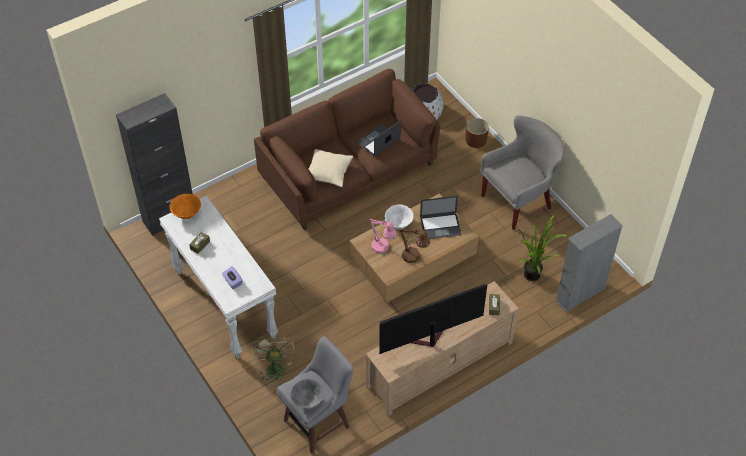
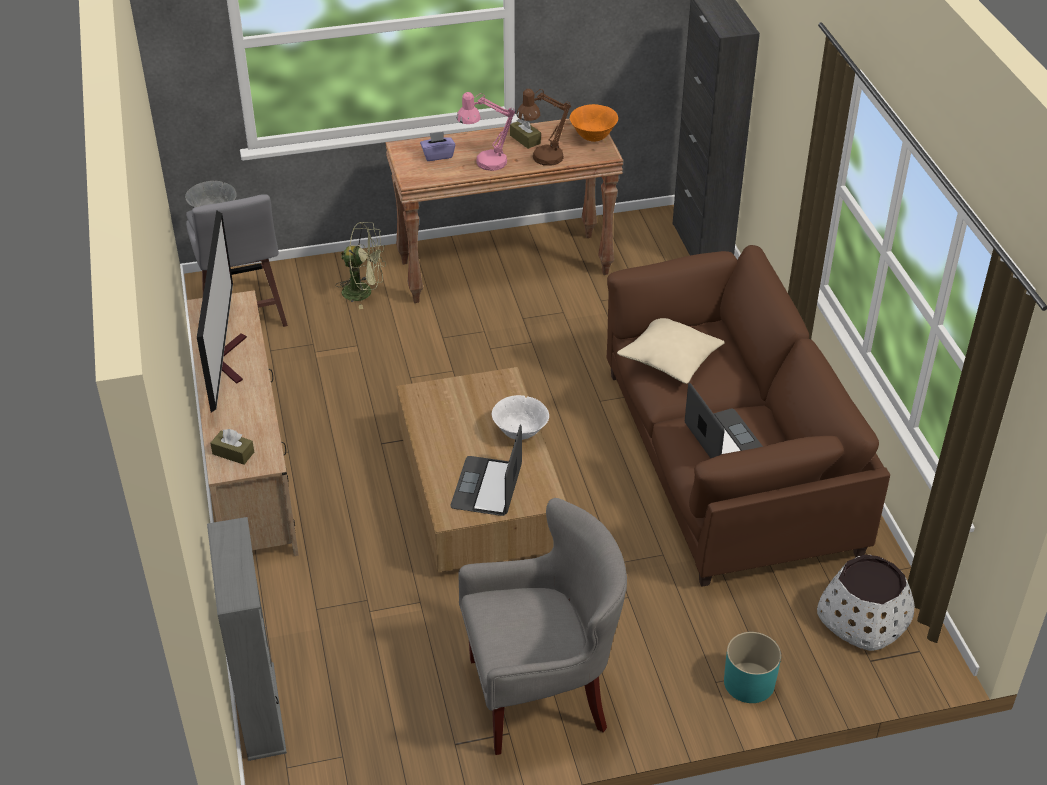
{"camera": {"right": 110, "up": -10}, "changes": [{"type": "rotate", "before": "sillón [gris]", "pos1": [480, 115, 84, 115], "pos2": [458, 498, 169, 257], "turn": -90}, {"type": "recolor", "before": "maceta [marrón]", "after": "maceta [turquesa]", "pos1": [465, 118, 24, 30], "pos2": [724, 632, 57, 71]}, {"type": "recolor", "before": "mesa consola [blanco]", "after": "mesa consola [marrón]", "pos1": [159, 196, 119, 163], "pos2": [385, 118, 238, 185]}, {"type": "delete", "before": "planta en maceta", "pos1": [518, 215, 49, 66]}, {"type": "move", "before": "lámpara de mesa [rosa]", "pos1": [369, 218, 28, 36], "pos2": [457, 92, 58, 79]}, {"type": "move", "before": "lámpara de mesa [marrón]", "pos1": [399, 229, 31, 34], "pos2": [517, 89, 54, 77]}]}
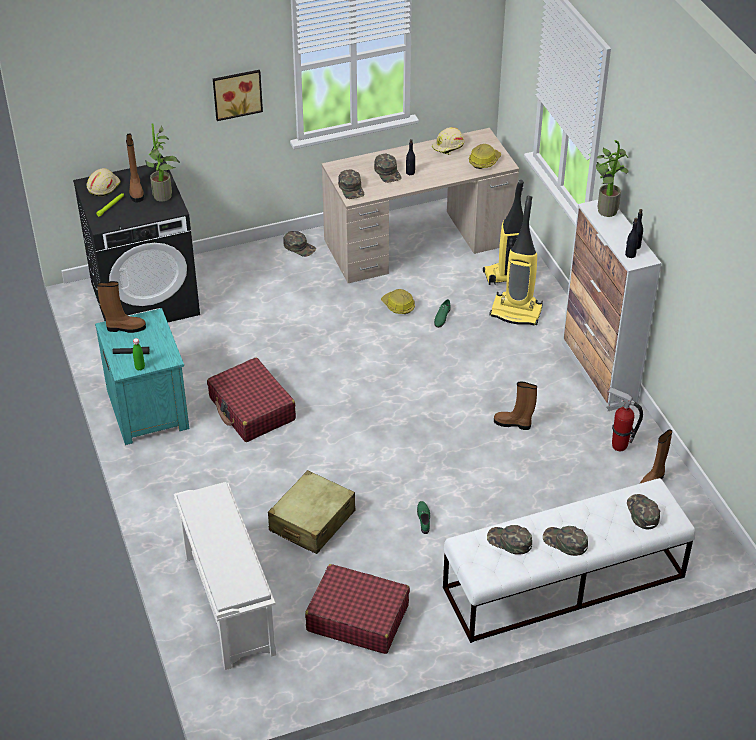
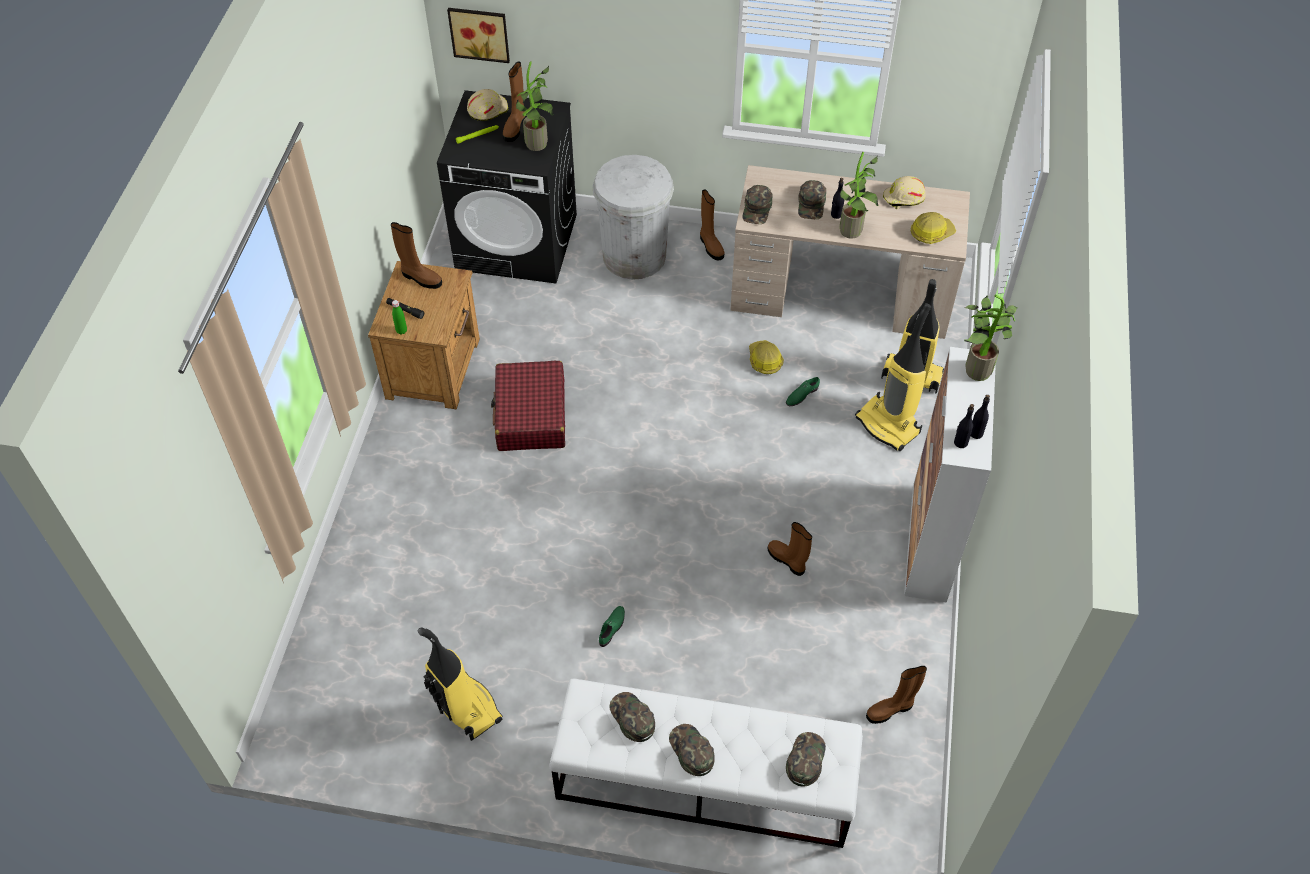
{"camera": {"right": 30, "up": 10}, "changes": [{"type": "move", "before": "cuadro", "pos1": [213, 70, 50, 51], "pos2": [447, 8, 63, 55]}, {"type": "replace", "before": "gorra [verde]", "after": "bota [marrón]", "pos1": [283, 231, 33, 26], "pos2": [700, 189, 24, 72]}, {"type": "recolor", "before": "mesita de noche [turquesa]", "after": "mesita de noche [marrón]", "pos1": [95, 308, 94, 137], "pos2": [368, 261, 112, 149]}, {"type": "delete", "before": "extintor", "pos1": [606, 387, 37, 64]}, {"type": "delete", "before": "maleta [beis]", "pos1": [268, 470, 87, 84]}, {"type": "delete", "before": "zapatero [blanco]", "pos1": [174, 482, 102, 188]}, {"type": "replace", "before": "maleta [rojo]", "after": "aspiradora", "pos1": [305, 564, 105, 90], "pos2": [418, 628, 85, 113]}, {"type": "insert", "after": "planta en maceta", "pos2": [840, 152, 38, 87]}, {"type": "insert", "after": "papelera [blanco]", "pos2": [592, 155, 82, 125]}]}
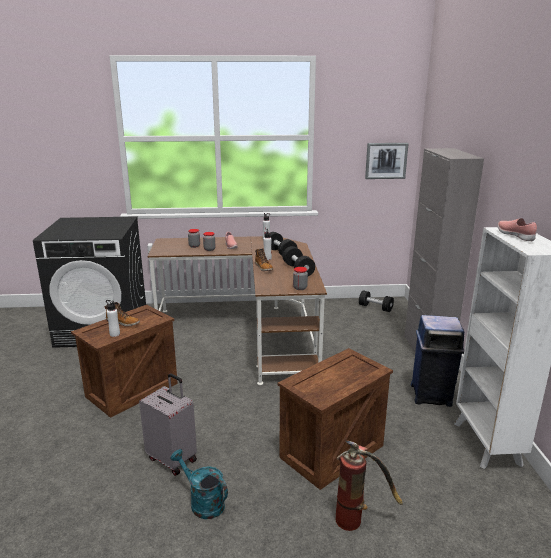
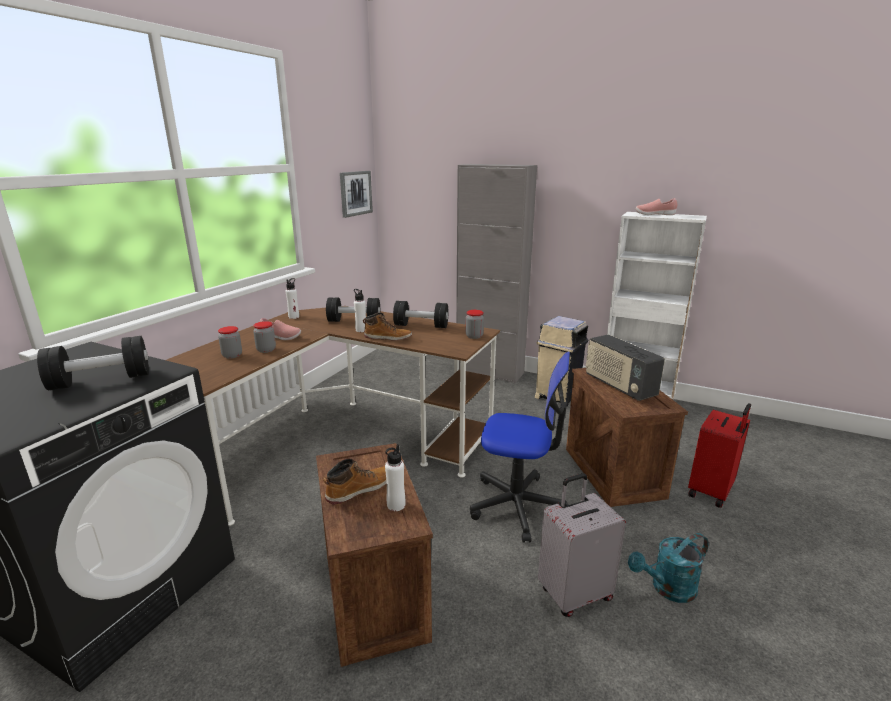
{"camera": {"right": -60, "up": 0}, "changes": [{"type": "move", "before": "mancuerna [negro]", "pos1": [359, 290, 35, 22], "pos2": [37, 336, 112, 54]}, {"type": "recolor", "before": "papelera [azul]", "after": "papelera [beis]", "pos1": [411, 315, 53, 92], "pos2": [535, 316, 54, 91]}, {"type": "replace", "before": "extintor", "after": "maleta [rojo]", "pos1": [335, 441, 68, 90], "pos2": [688, 403, 63, 105]}, {"type": "insert", "after": "radio", "pos2": [586, 334, 79, 67]}, {"type": "insert", "after": "silla de oficina", "pos2": [470, 352, 100, 191]}]}
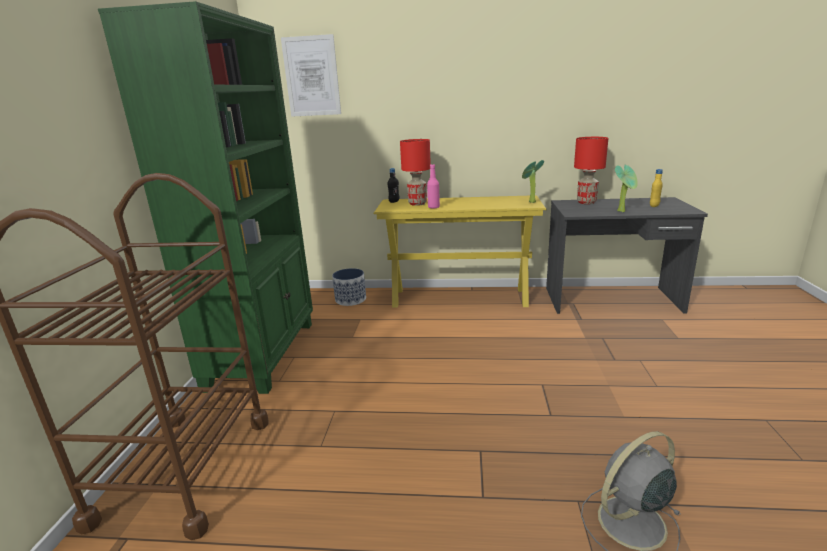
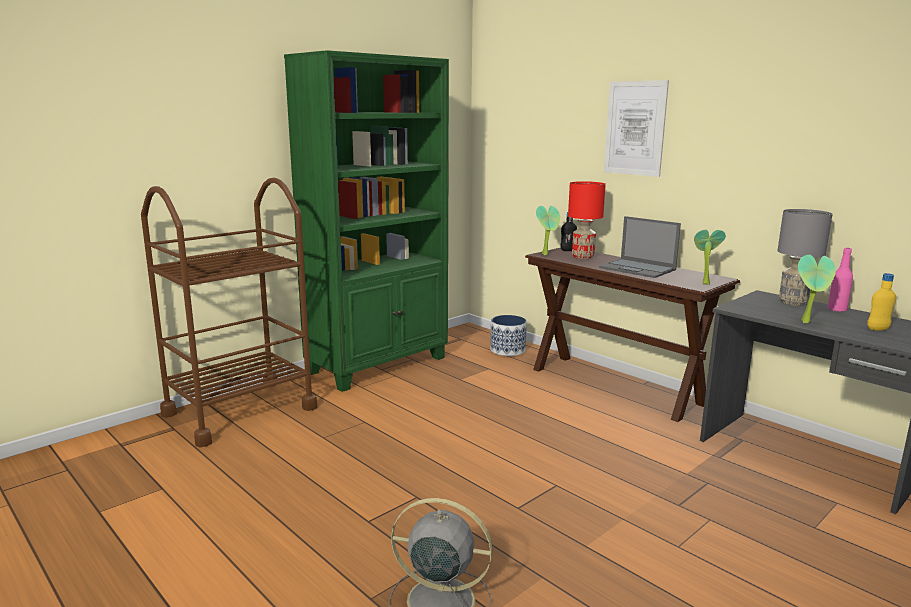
{"camera": {"right": 40, "up": -5}, "changes": [{"type": "move", "before": "cuadro", "pos1": [281, 34, 60, 83], "pos2": [604, 80, 65, 97]}, {"type": "recolor", "before": "lámpara de mesa [rojo]", "after": "lámpara de mesa [gris]", "pos1": [574, 137, 35, 67], "pos2": [778, 209, 54, 97]}, {"type": "move", "before": "botella [rosa]", "pos1": [427, 164, 13, 44], "pos2": [828, 248, 25, 64]}, {"type": "recolor", "before": "mesa consola [amarillo]", "after": "mesa consola [marrón]", "pos1": [373, 195, 173, 113], "pos2": [525, 248, 215, 174]}, {"type": "insert", "after": "planta en maceta", "pos2": [536, 206, 24, 49]}, {"type": "insert", "after": "portátil", "pos2": [599, 216, 82, 62]}]}
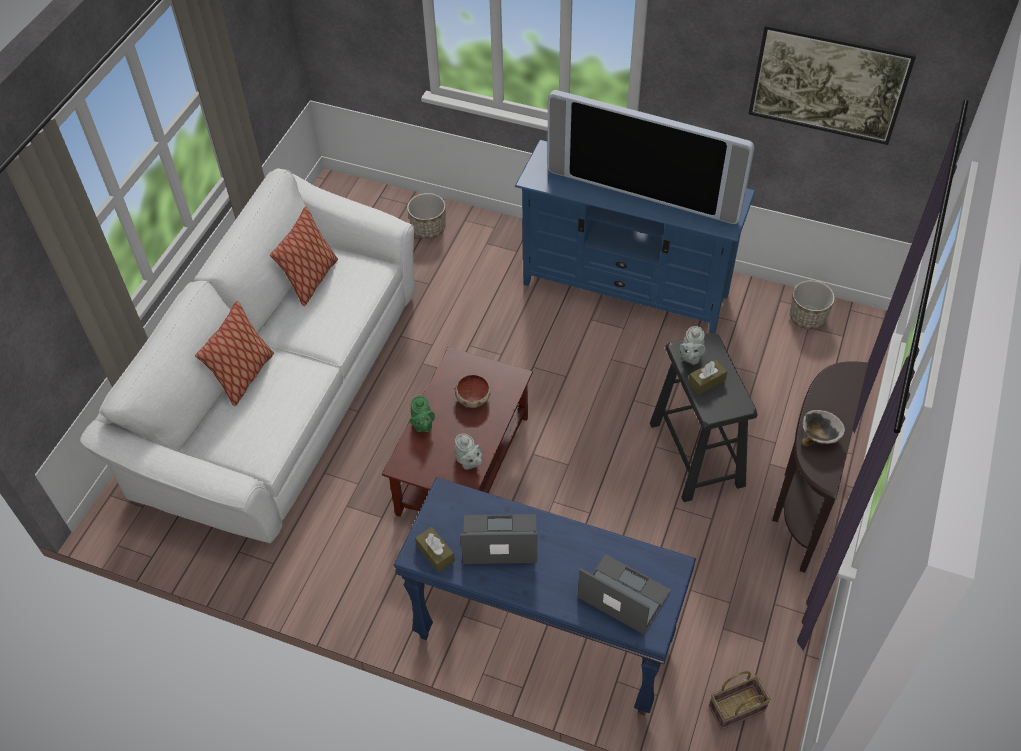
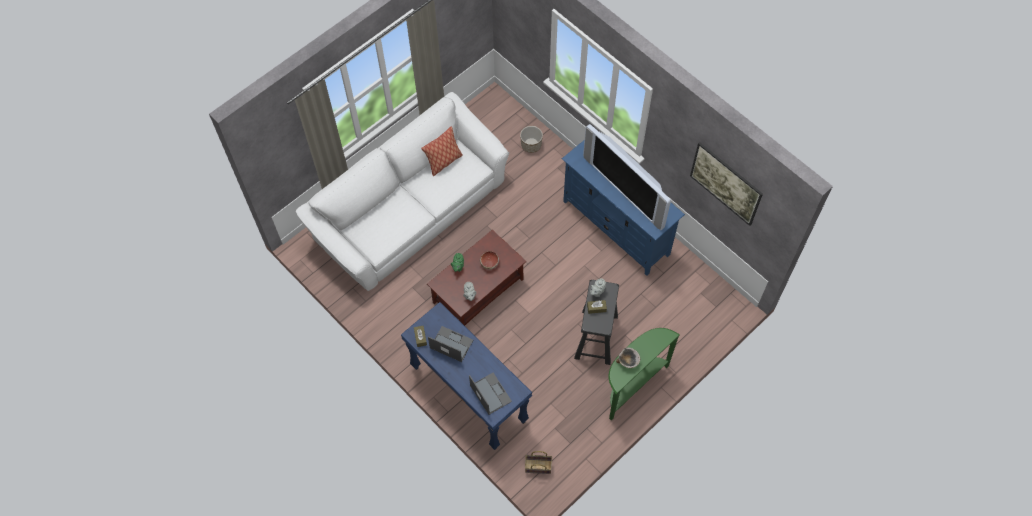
{"camera": {"right": 25, "up": 10}, "changes": [{"type": "delete", "before": "maceta", "pos1": [790, 280, 45, 49]}, {"type": "delete", "before": "cojín", "pos1": [195, 301, 79, 105]}, {"type": "recolor", "before": "mesa consola [marrón]", "after": "mesa consola [verde]", "pos1": [772, 361, 96, 212], "pos2": [608, 328, 72, 93]}]}
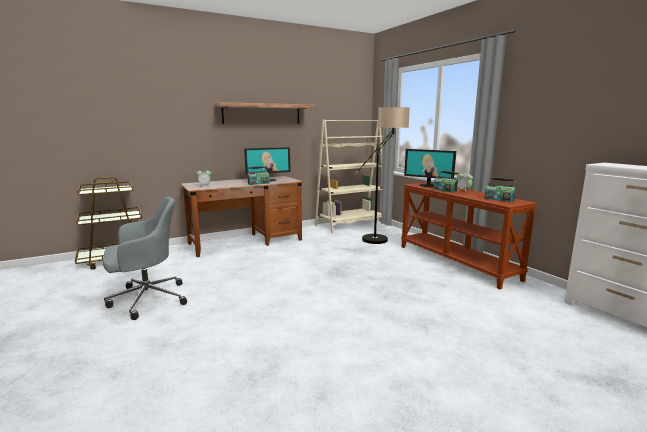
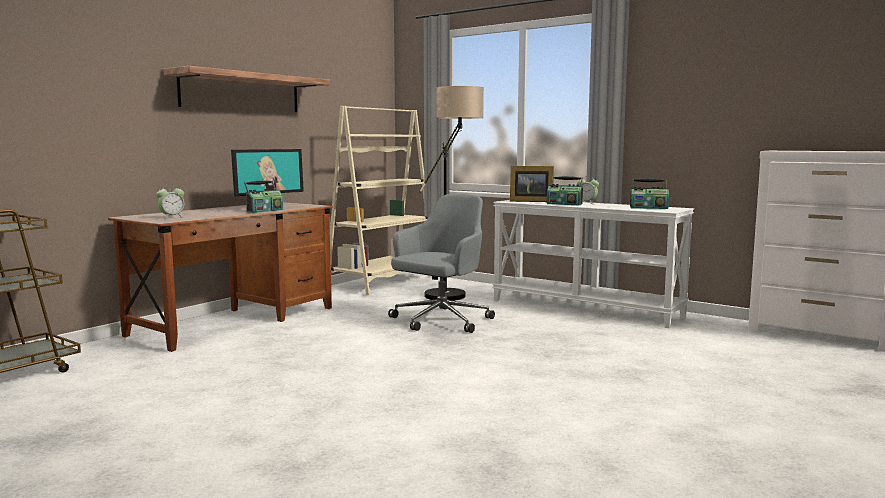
{"camera": {"right": -25, "up": -5}, "changes": [{"type": "replace", "before": "monitor", "after": "portarretratos", "pos1": [404, 149, 52, 38], "pos2": [510, 166, 44, 36]}, {"type": "recolor", "before": "mesa consola [marrón]", "after": "mesa consola [blanco]", "pos1": [401, 182, 136, 107], "pos2": [492, 200, 202, 129]}, {"type": "move", "before": "silla de oficina [gris]", "pos1": [103, 197, 84, 123], "pos2": [388, 194, 107, 139]}]}
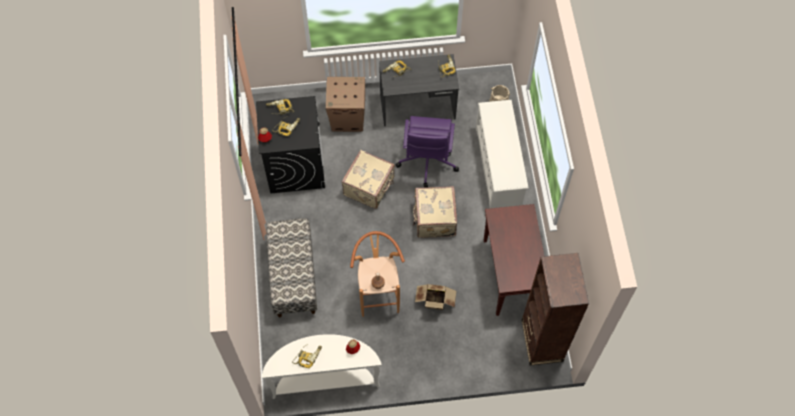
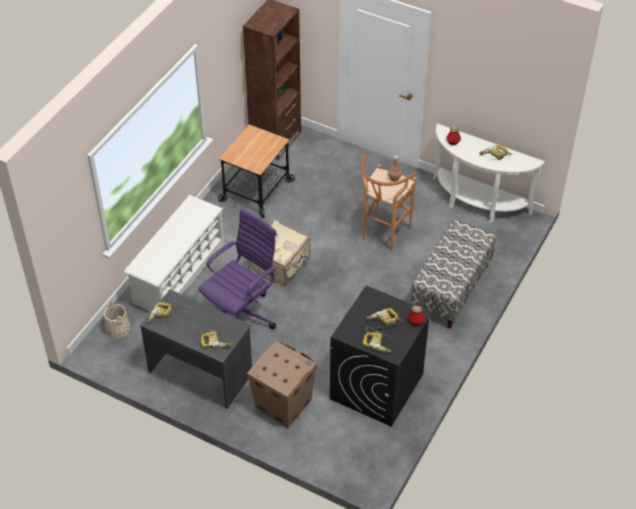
{"camera": {"right": -145, "up": -15}, "changes": [{"type": "delete", "before": "maleta [beis]", "pos1": [342, 150, 53, 59]}, {"type": "replace", "before": "mesa consola [marrón]", "after": "carrito", "pos1": [484, 204, 60, 112], "pos2": [218, 124, 77, 94]}, {"type": "delete", "before": "caja de cartón", "pos1": [415, 284, 41, 26]}]}
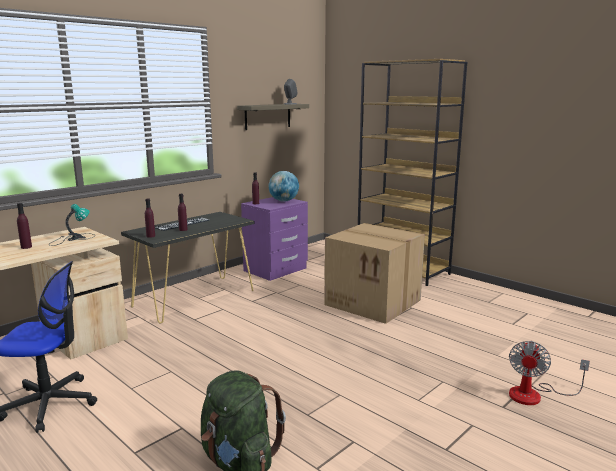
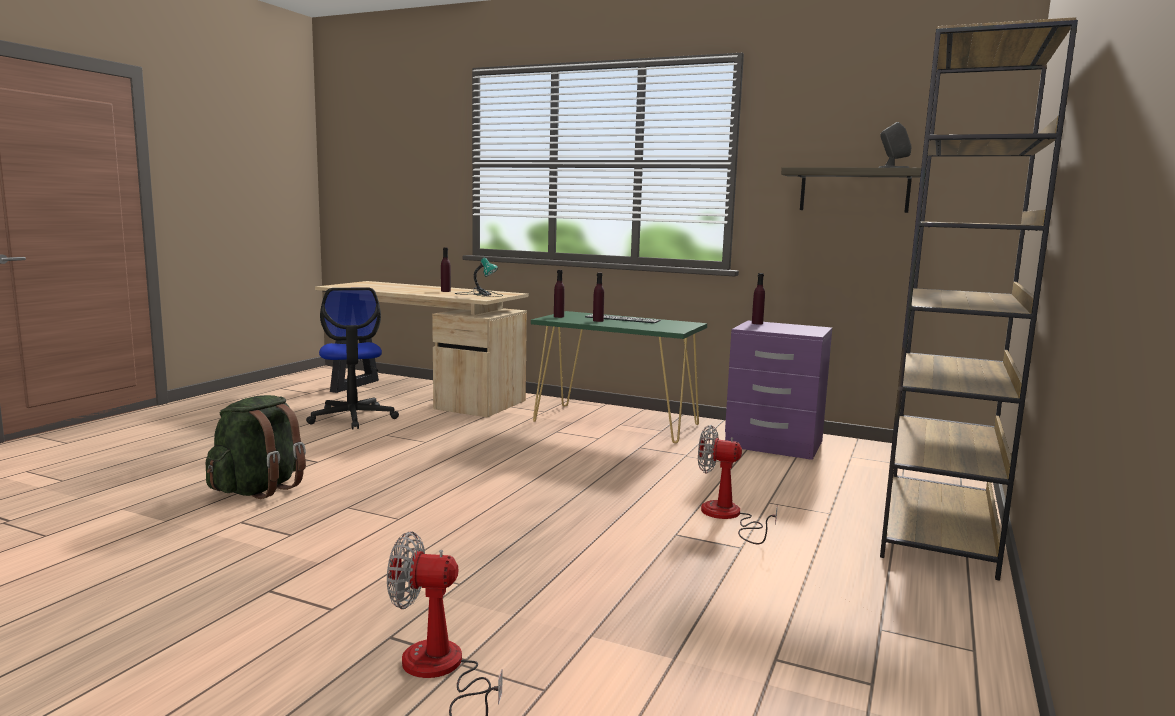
{"camera": {"right": 70, "up": -5}, "changes": [{"type": "delete", "before": "globo terráqueo", "pos1": [269, 171, 30, 31]}, {"type": "recolor", "before": "mesa consola [negro]", "after": "mesa consola [verde]", "pos1": [121, 212, 134, 111], "pos2": [531, 311, 176, 132]}, {"type": "replace", "before": "caja de cartón", "after": "ventilador", "pos1": [324, 223, 101, 101], "pos2": [698, 425, 80, 119]}]}
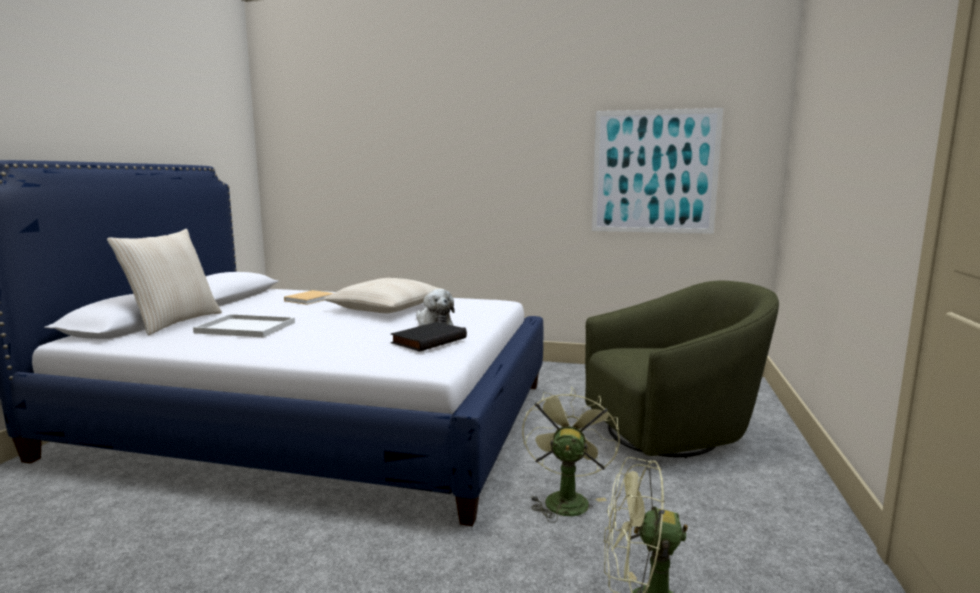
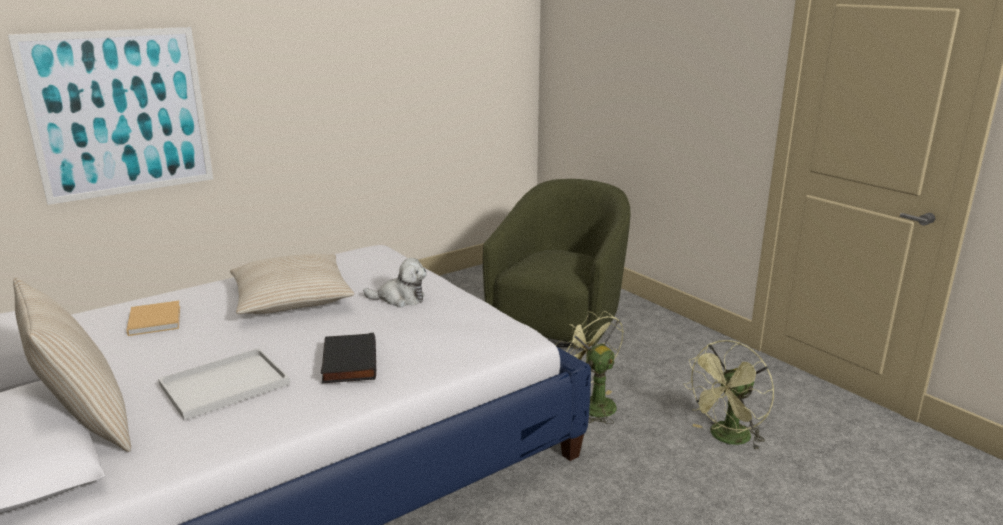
{"camera": {"right": -50, "up": 10}, "changes": [{"type": "move", "before": "cuadro", "pos1": [592, 108, 131, 126], "pos2": [8, 27, 205, 178]}, {"type": "move", "before": "libro [negro]", "pos1": [391, 322, 76, 30], "pos2": [321, 333, 55, 50]}]}
